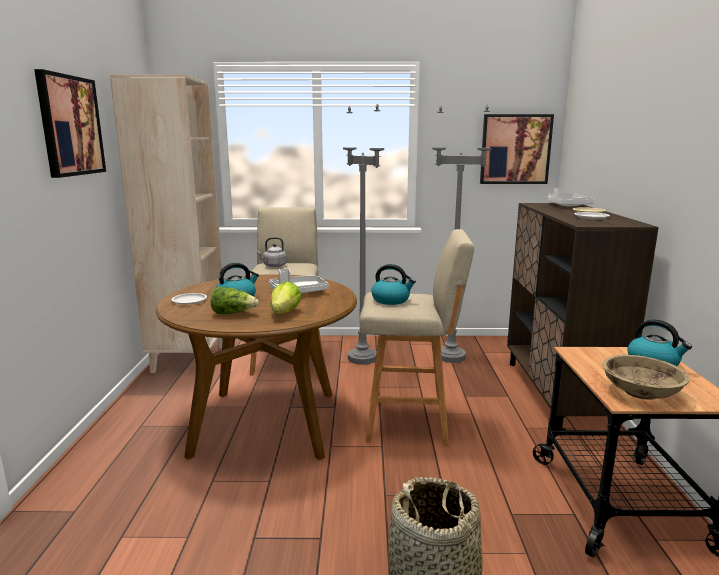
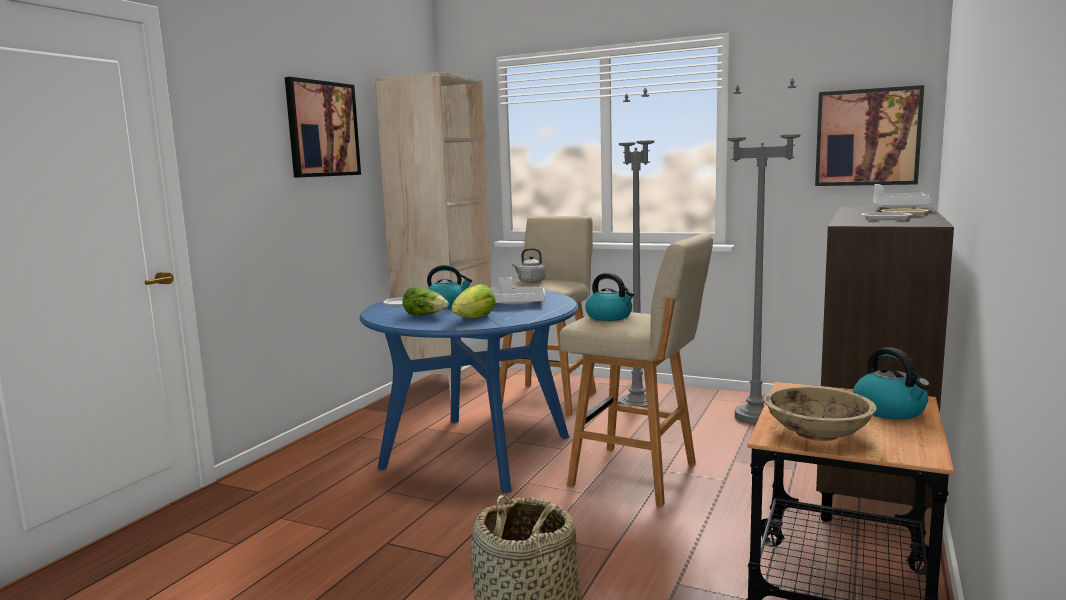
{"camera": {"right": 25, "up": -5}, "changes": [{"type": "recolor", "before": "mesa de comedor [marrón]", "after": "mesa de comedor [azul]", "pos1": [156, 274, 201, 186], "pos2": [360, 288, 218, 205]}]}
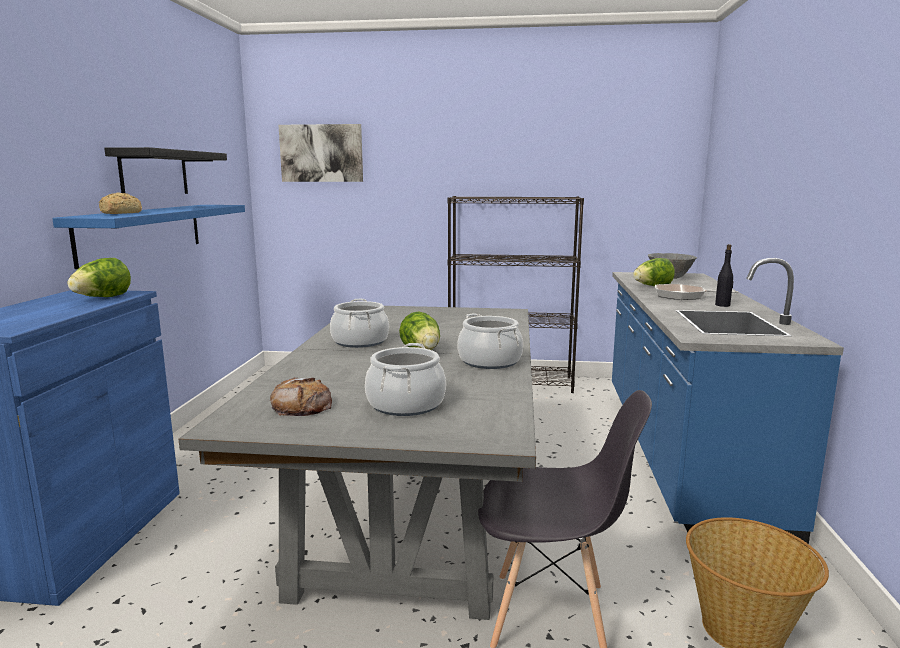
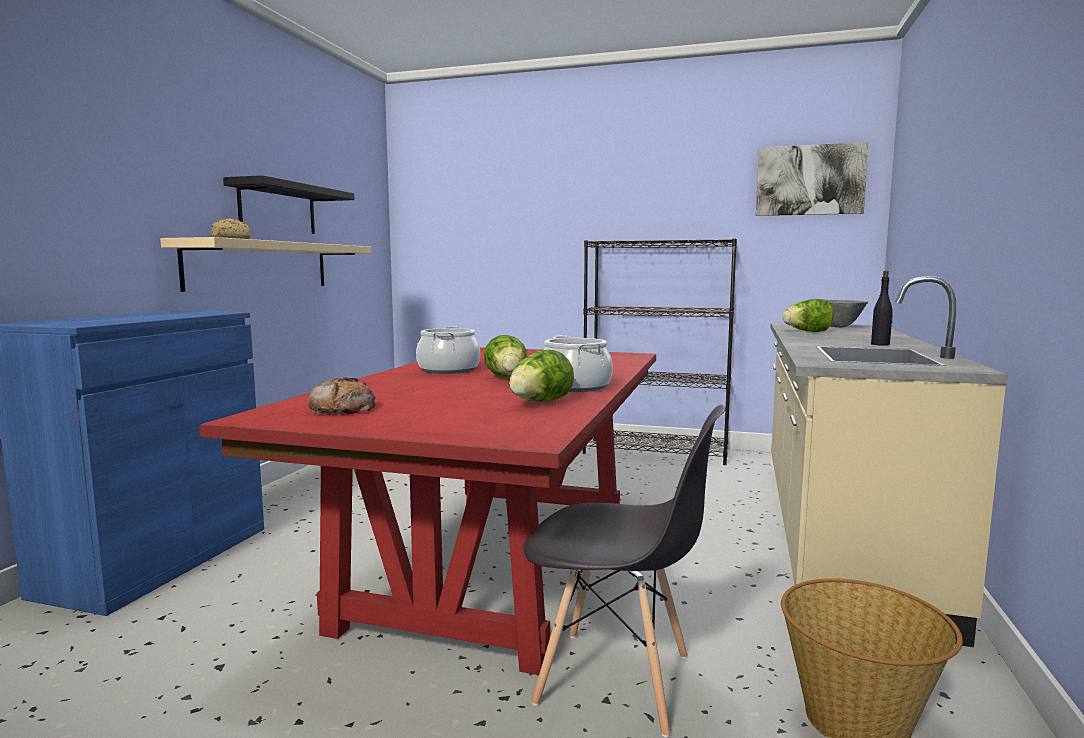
{"camera": {"right": 10, "up": -5}, "changes": [{"type": "move", "before": "cuadro", "pos1": [278, 124, 85, 58], "pos2": [756, 142, 113, 74]}, {"type": "recolor", "before": "estante [azul]", "after": "estante [beis]", "pos1": [52, 205, 193, 64], "pos2": [160, 237, 211, 55]}, {"type": "move", "before": "lechuga", "pos1": [68, 258, 63, 39], "pos2": [509, 350, 65, 52]}, {"type": "recolor", "before": "mueble bajo de cocina [azul]", "after": "mueble bajo de cocina [beis]", "pos1": [612, 258, 232, 290], "pos2": [770, 276, 238, 371]}, {"type": "delete", "before": "sartén", "pos1": [655, 284, 84, 16]}, {"type": "recolor", "before": "mesa de comedor [gris]", "after": "mesa de comedor [rojo]", "pos1": [178, 306, 358, 314], "pos2": [199, 347, 457, 328]}, {"type": "delete", "before": "olla", "pos1": [365, 343, 81, 73]}]}
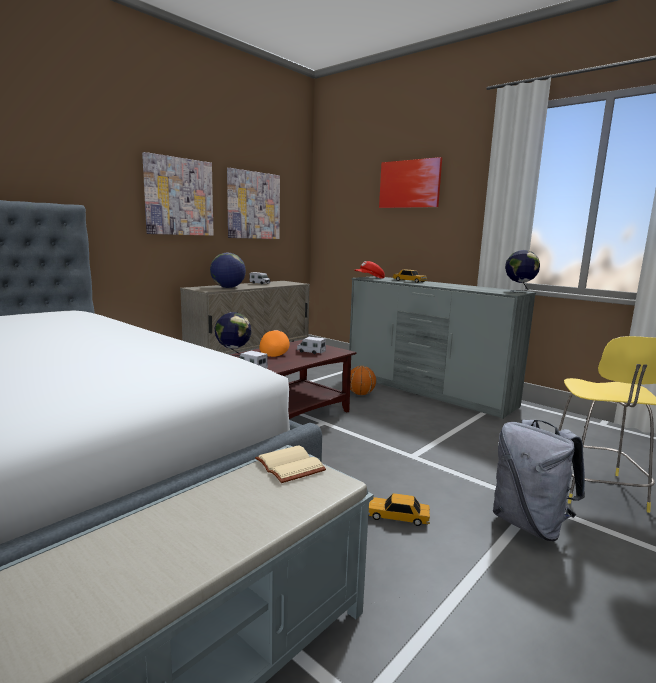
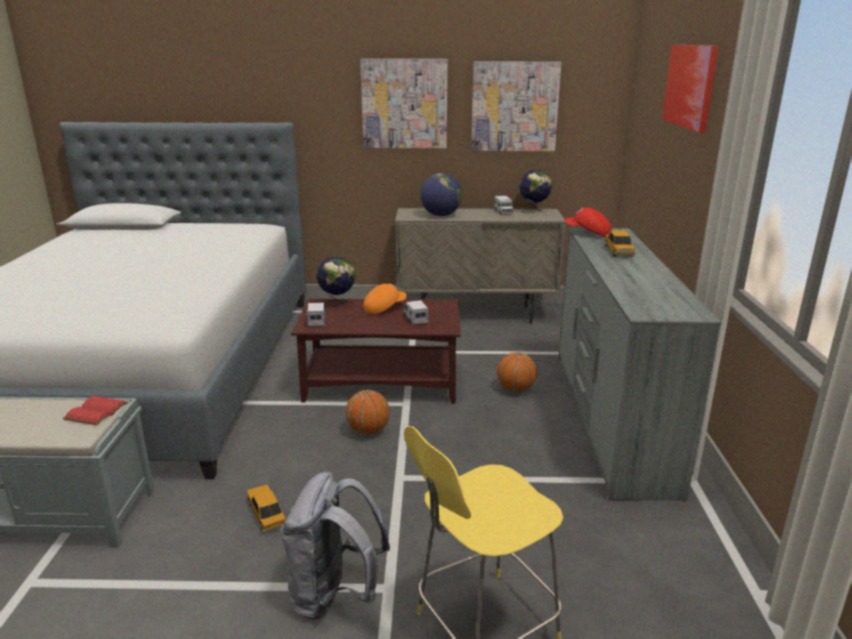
{"camera": {"right": 50, "up": 10}, "changes": [{"type": "move", "before": "globo terráqueo", "pos1": [505, 250, 35, 43], "pos2": [519, 170, 33, 43]}, {"type": "recolor", "before": "libro [beis]", "after": "libro [rojo]", "pos1": [255, 445, 71, 38], "pos2": [63, 396, 65, 29]}, {"type": "insert", "after": "balón de baloncesto", "pos2": [346, 390, 44, 45]}]}
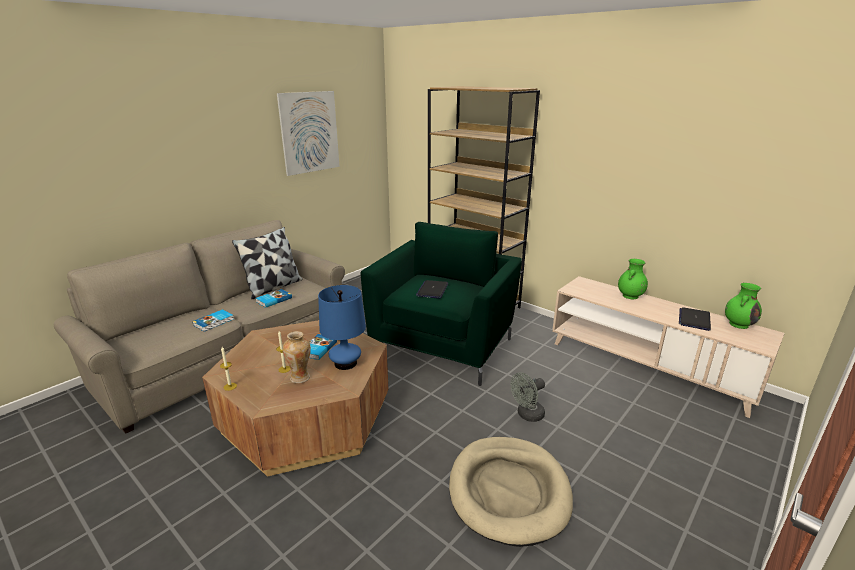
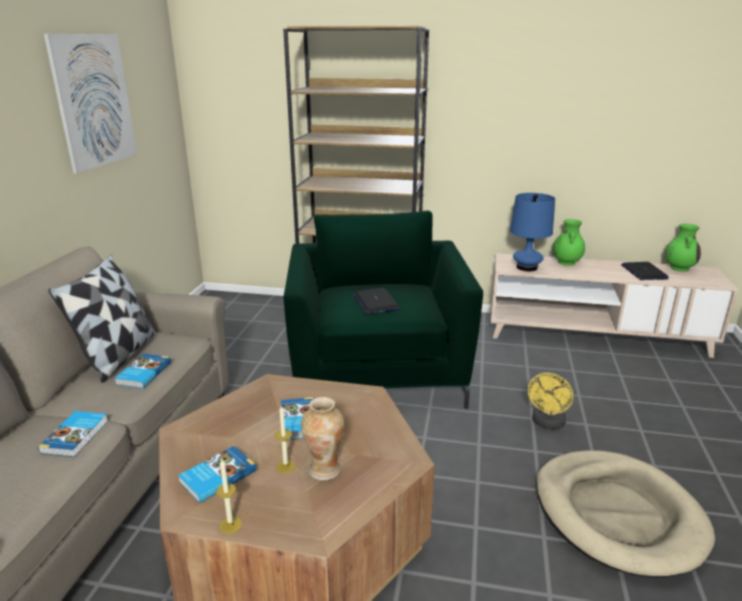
{"camera": {"right": -30, "up": 0}, "changes": [{"type": "move", "before": "lámpara de mesa [azul]", "pos1": [318, 285, 48, 85], "pos2": [510, 193, 45, 78]}, {"type": "recolor", "before": "ventilador [gris]", "after": "ventilador [amarillo]", "pos1": [511, 373, 34, 49], "pos2": [528, 373, 45, 57]}, {"type": "insert", "after": "libro", "pos2": [178, 446, 78, 57]}]}
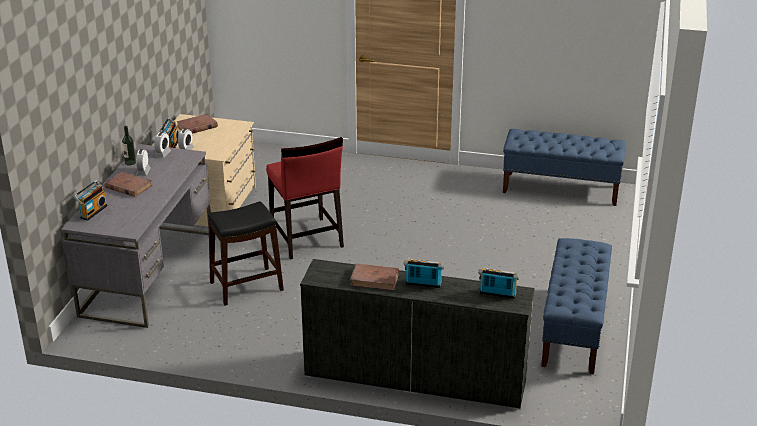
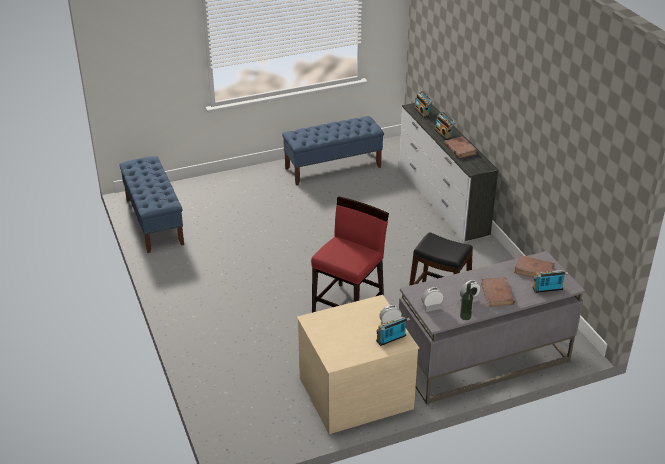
{"camera": {"right": -125, "up": 5}, "changes": [{"type": "move", "before": "libro [marrón]", "pos1": [177, 114, 41, 20], "pos2": [514, 255, 41, 23]}]}
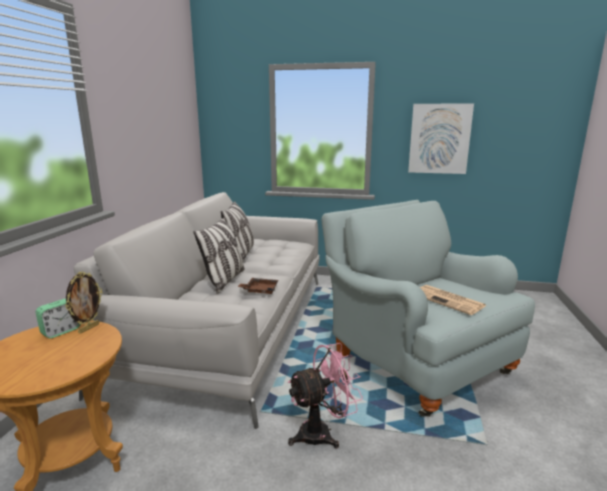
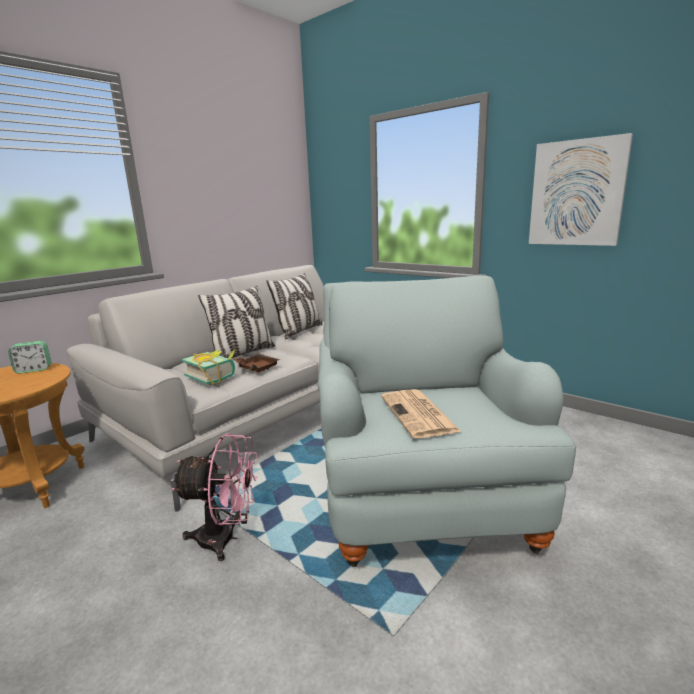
{"camera": {"right": 30, "up": 0}, "changes": [{"type": "delete", "before": "portarretratos", "pos1": [65, 271, 38, 63]}, {"type": "insert", "after": "libro", "pos2": [182, 348, 54, 37]}]}
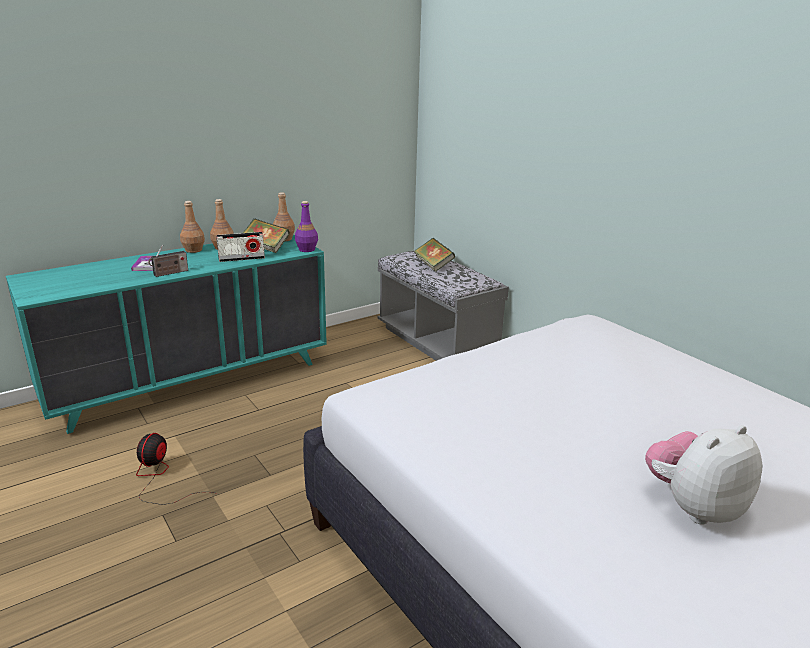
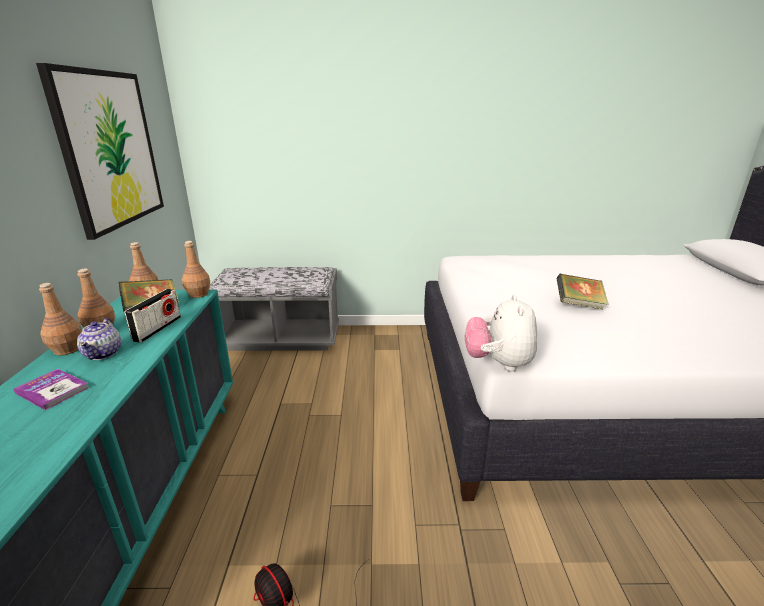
{"camera": {"right": -55, "up": 0}, "changes": [{"type": "recolor", "before": "botella [morado]", "after": "botella [marrón]", "pos1": [295, 201, 23, 51], "pos2": [182, 241, 28, 57]}, {"type": "move", "before": "libro", "pos1": [414, 238, 41, 34], "pos2": [556, 274, 53, 36]}, {"type": "delete", "before": "radio", "pos1": [148, 245, 40, 32]}, {"type": "move", "before": "peluche", "pos1": [645, 425, 117, 99], "pos2": [465, 294, 72, 77]}, {"type": "insert", "after": "cuadro", "pos2": [36, 63, 128, 177]}, {"type": "insert", "after": "tetera", "pos2": [77, 318, 44, 42]}]}
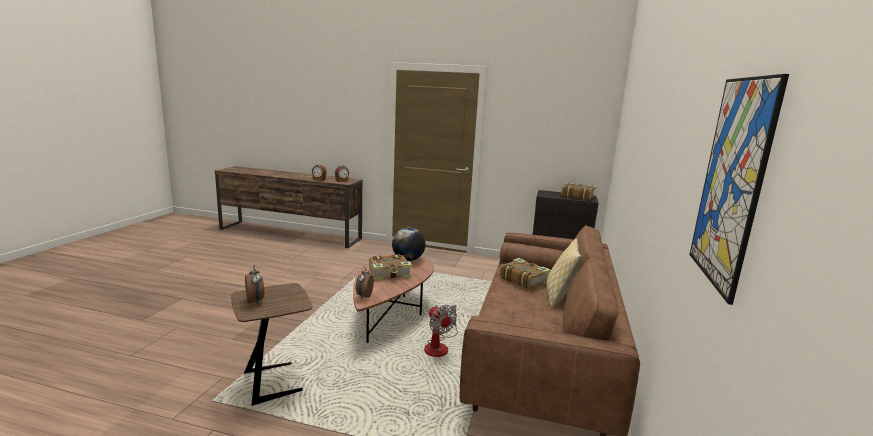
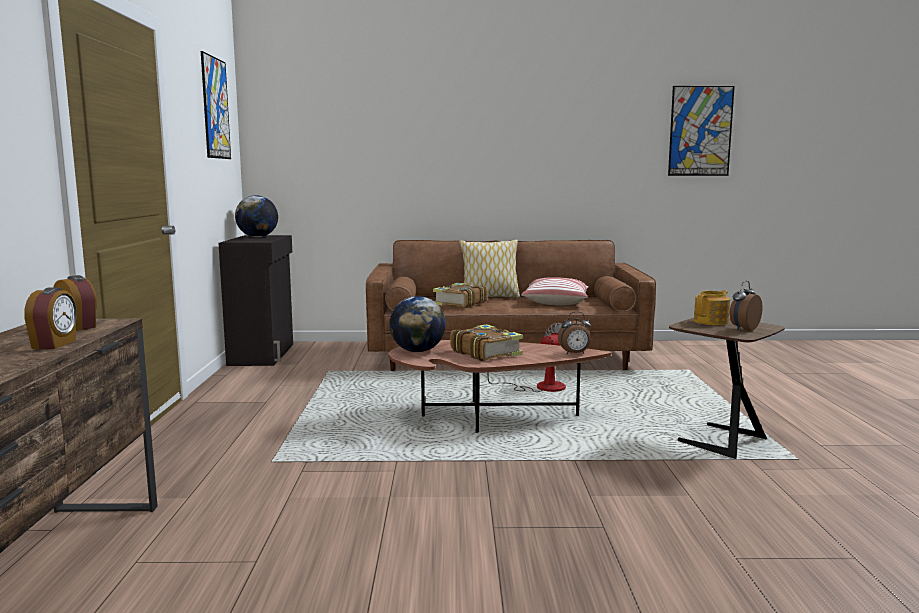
{"camera": {"right": -105, "up": -5}, "changes": [{"type": "replace", "before": "libro", "after": "globo terráqueo", "pos1": [561, 182, 35, 18], "pos2": [235, 195, 43, 42]}, {"type": "insert", "after": "cuadro", "pos2": [201, 51, 30, 108]}, {"type": "insert", "after": "cojín", "pos2": [521, 277, 68, 28]}, {"type": "insert", "after": "tetera", "pos2": [694, 290, 36, 35]}]}
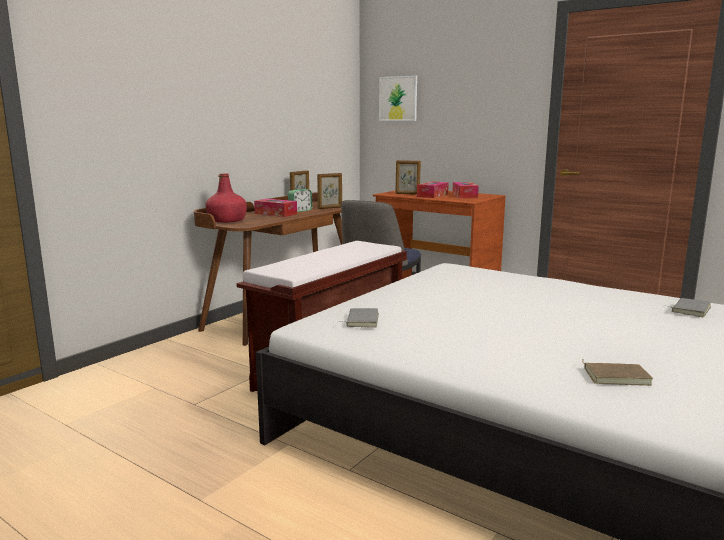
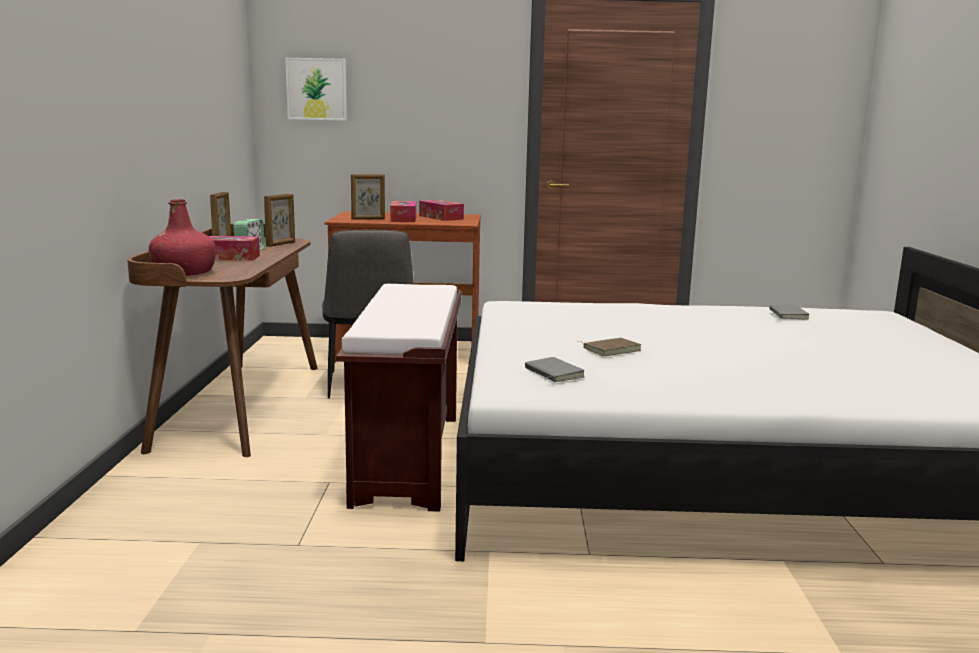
{"camera": {"right": -35, "up": 0}, "changes": [{"type": "move", "before": "libro [marrón]", "pos1": [582, 359, 71, 27], "pos2": [581, 338, 60, 18]}]}
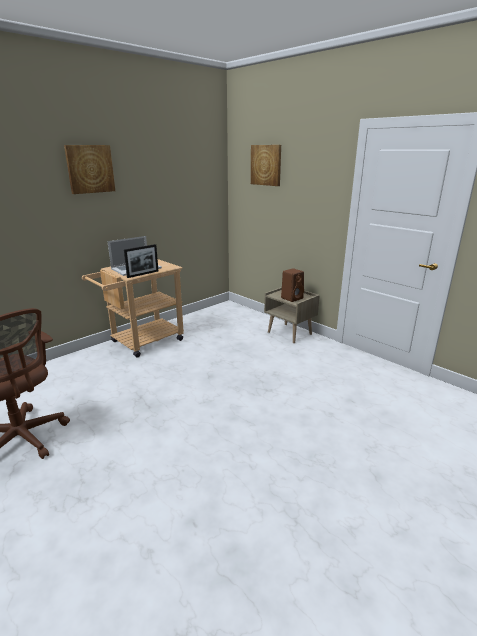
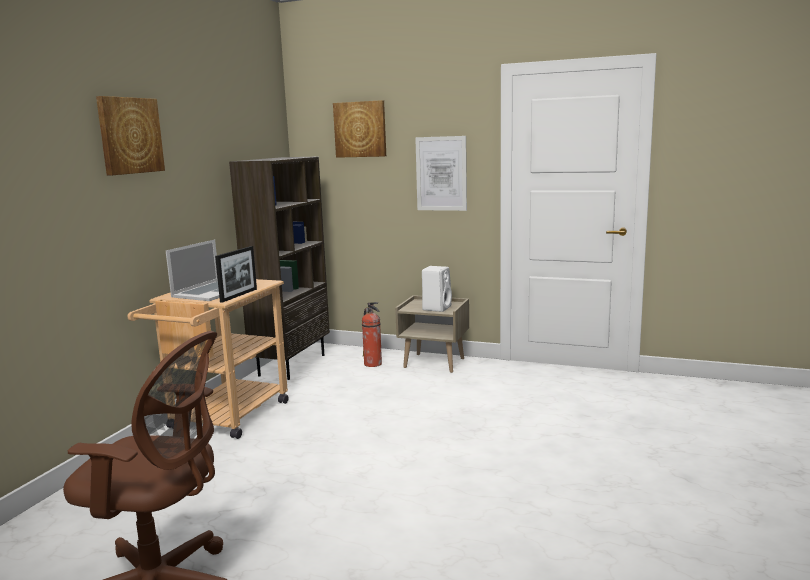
{"camera": {"right": -25, "up": -10}, "changes": [{"type": "recolor", "before": "altavoz [marrón]", "after": "altavoz [blanco]", "pos1": [281, 268, 23, 34], "pos2": [422, 266, 30, 46]}, {"type": "insert", "after": "cuadro", "pos2": [415, 136, 52, 75]}, {"type": "insert", "after": "estantería [marrón]", "pos2": [229, 156, 101, 224]}, {"type": "insert", "after": "extintor", "pos2": [362, 302, 20, 65]}]}
